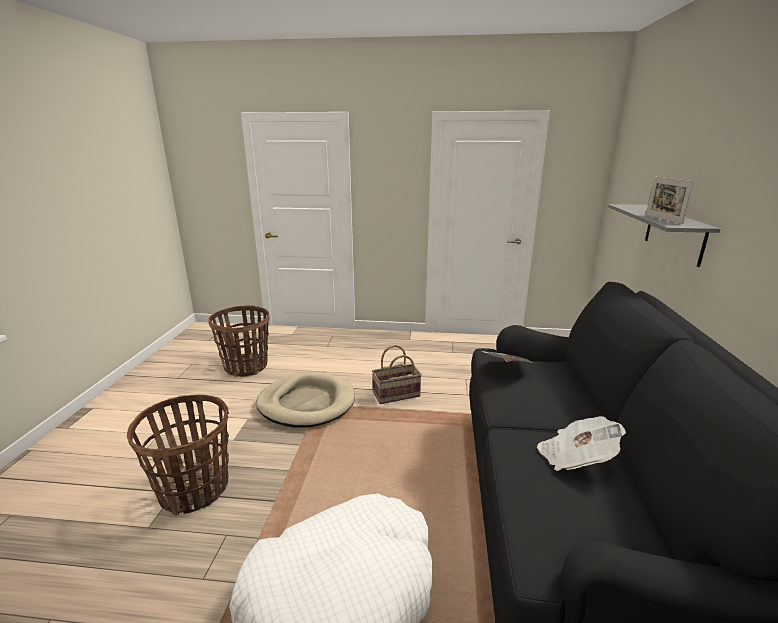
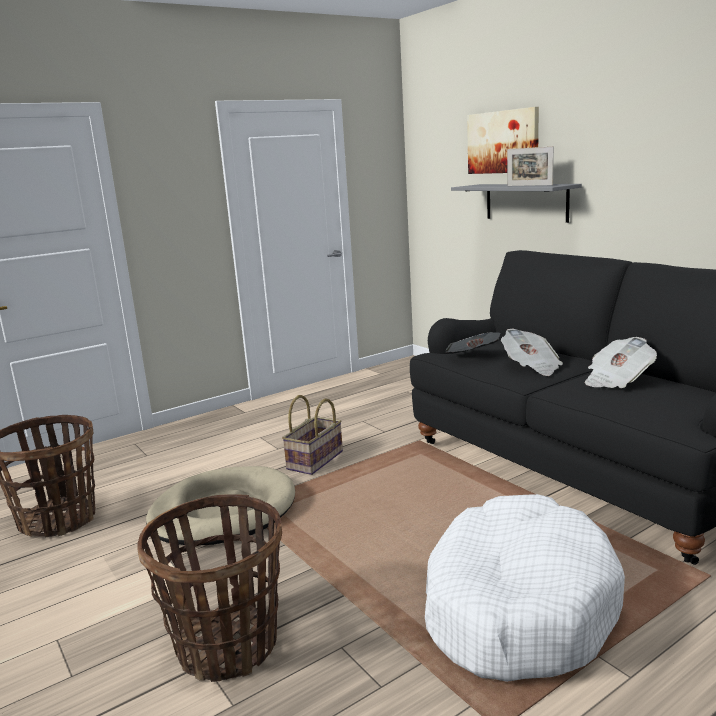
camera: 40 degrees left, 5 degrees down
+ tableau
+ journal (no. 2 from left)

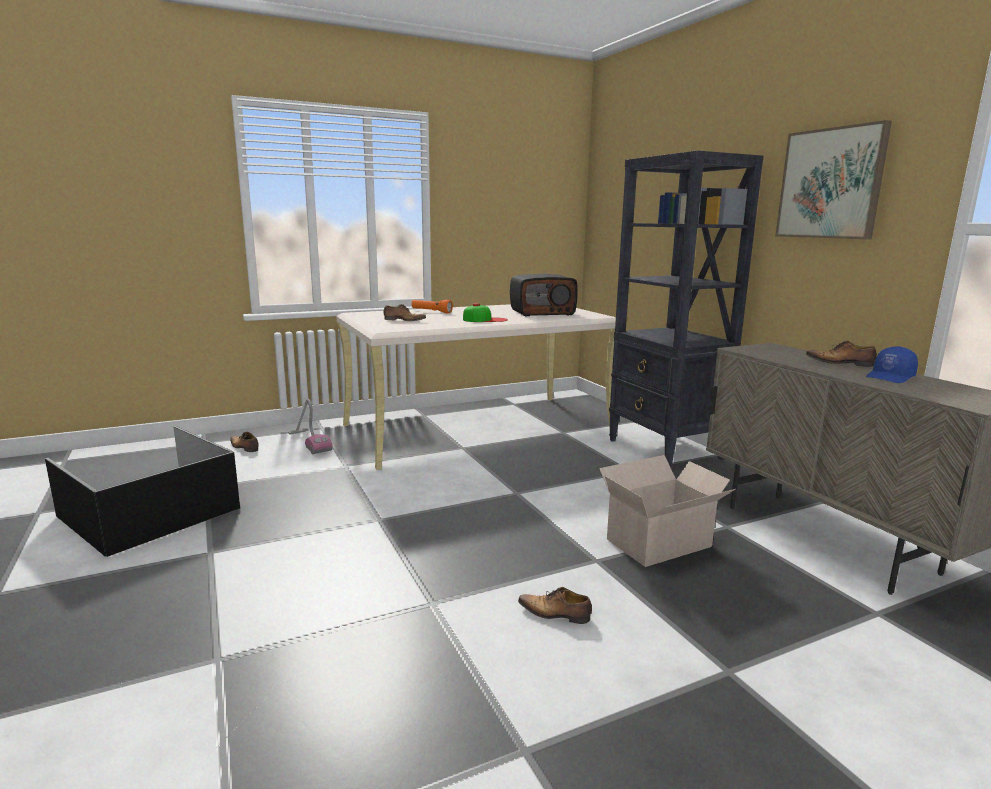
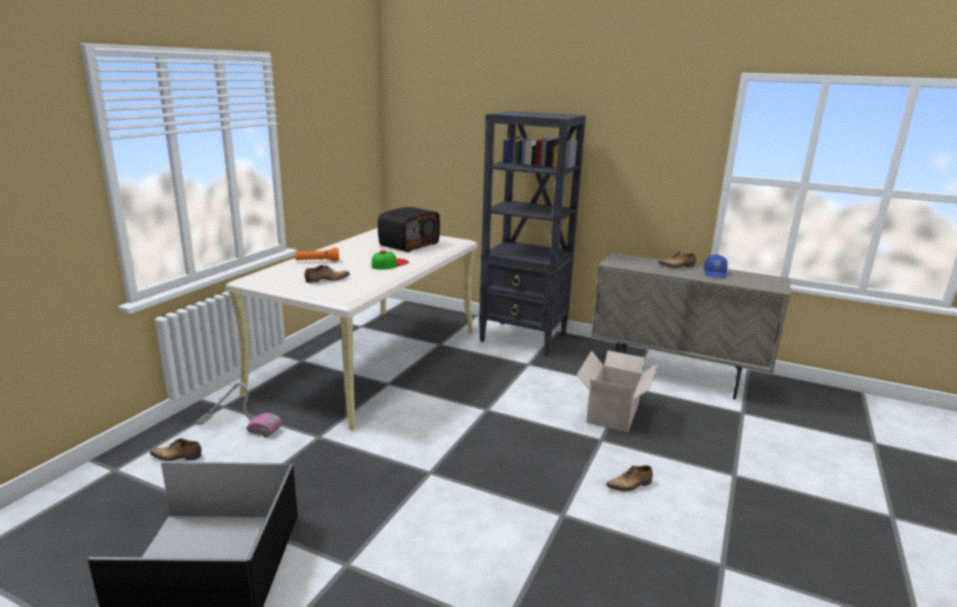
camera: 40 degrees left, 5 degrees up
- tableau

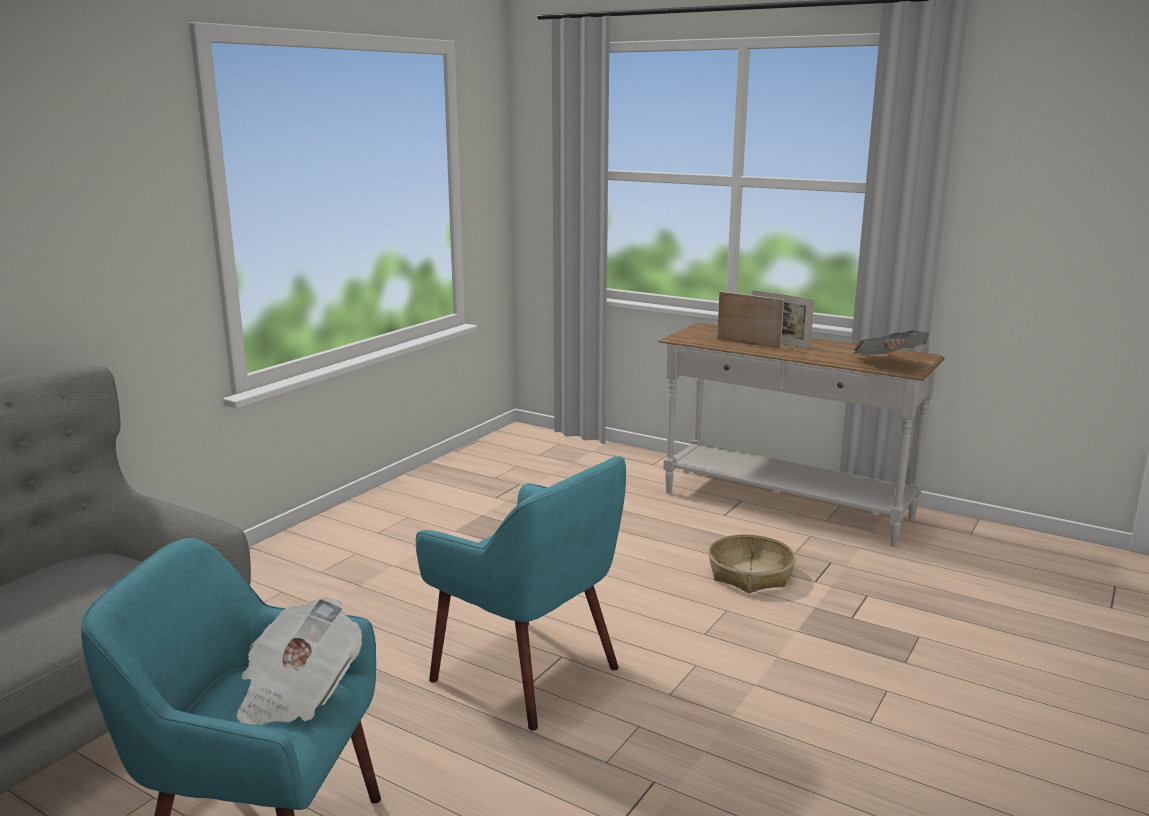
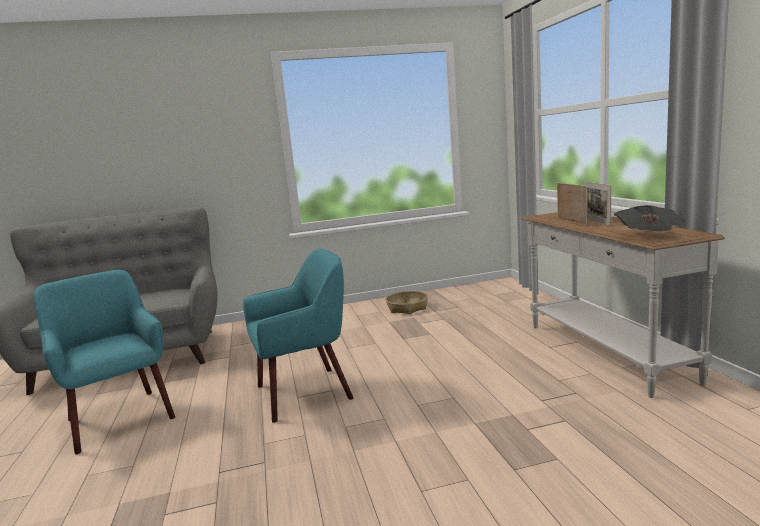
camera: 45 degrees right, 5 degrees down
~ fauteuil/turquoise (no. 2 from left) 105 degrees counterclockwise
~ panier
- journal (no. 1 from left)

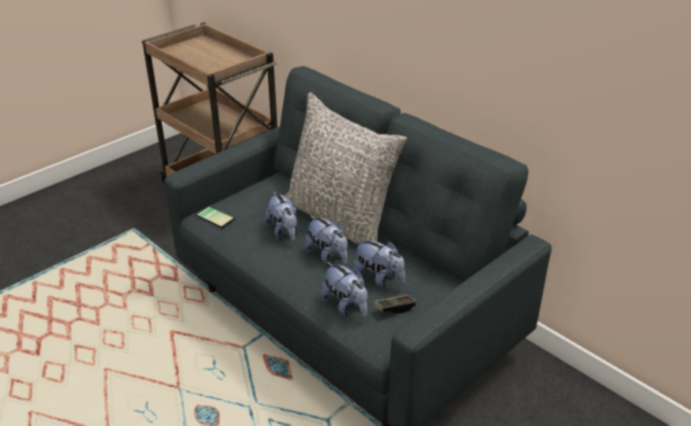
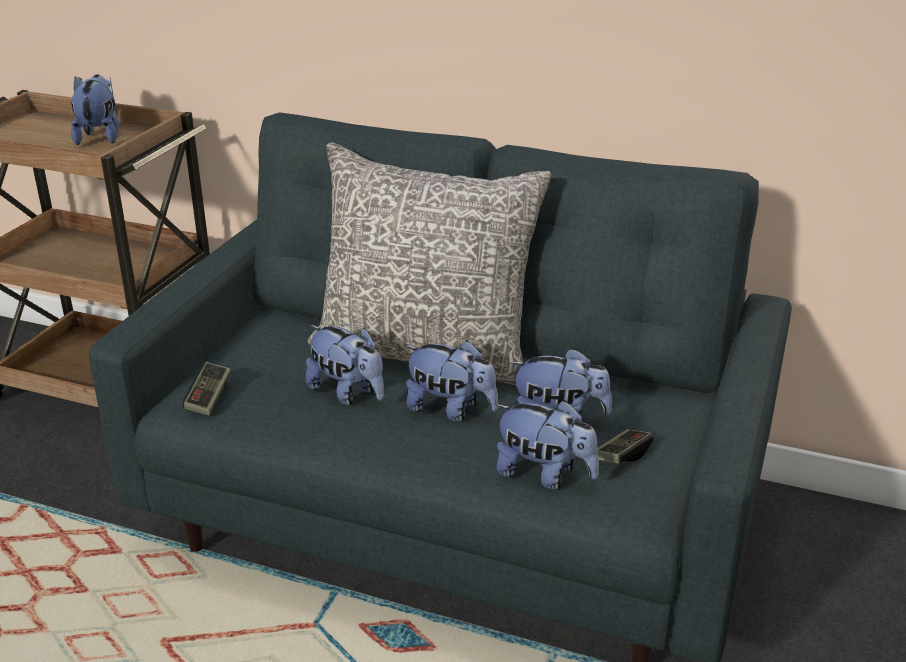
camera: 25 degrees left, 5 degrees down
~ téléphone to manette (no. 1 from left)
+ peluche (no. 1 from left)

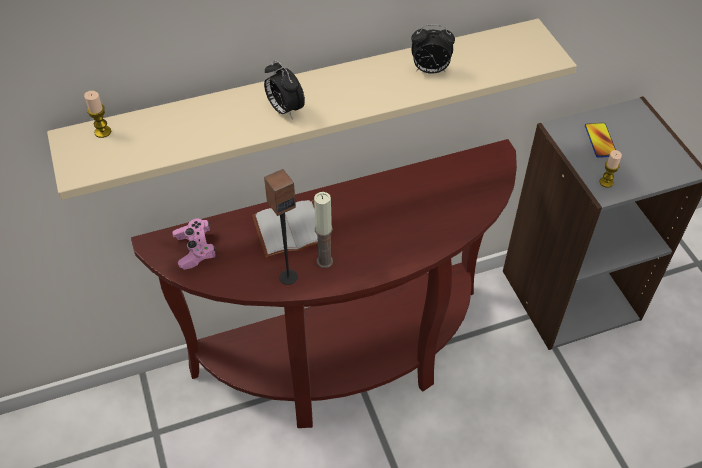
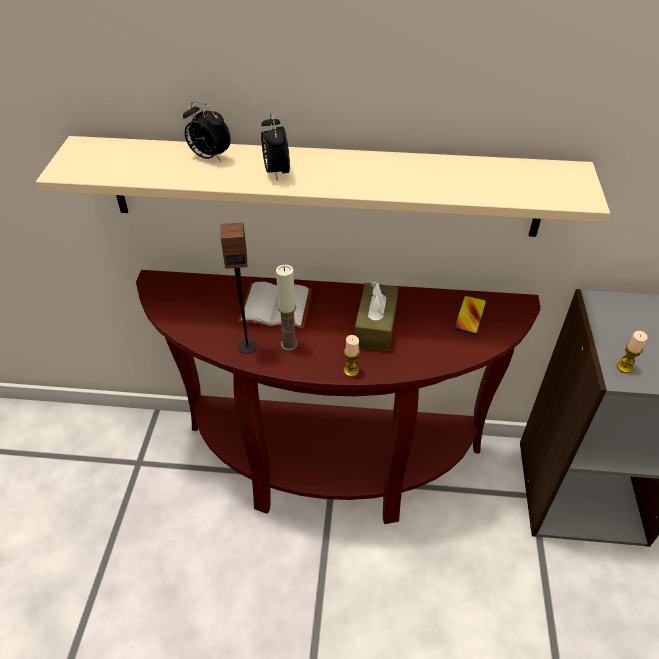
camera: 25 degrees right, 5 degrees down
~ réveil (no. 2 from left in the first image) to réveil (no. 1 from left)
~ bougie (no. 1 from left in the first image) to bougie (no. 2 from left)
~ téléphone
- manette/rose
+ boîte à mouchoirs/marron

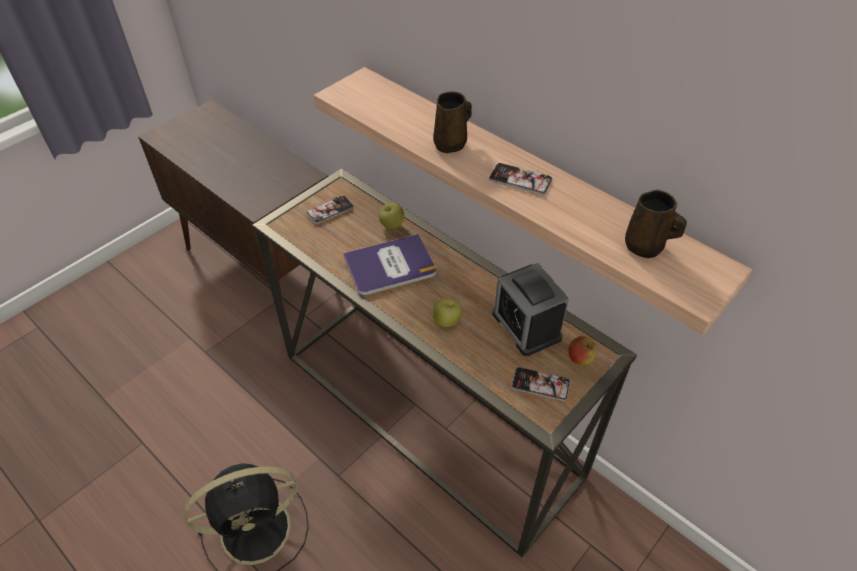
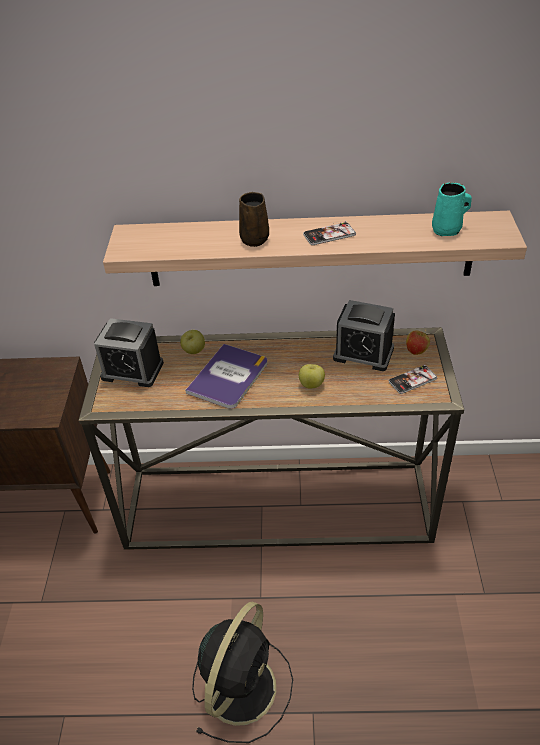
camera: 40 degrees left, 5 degrees down
~ mug/marron (no. 2 from left) to mug/turquoise
~ téléphone (no. 1 from left) to réveil (no. 1 from left)

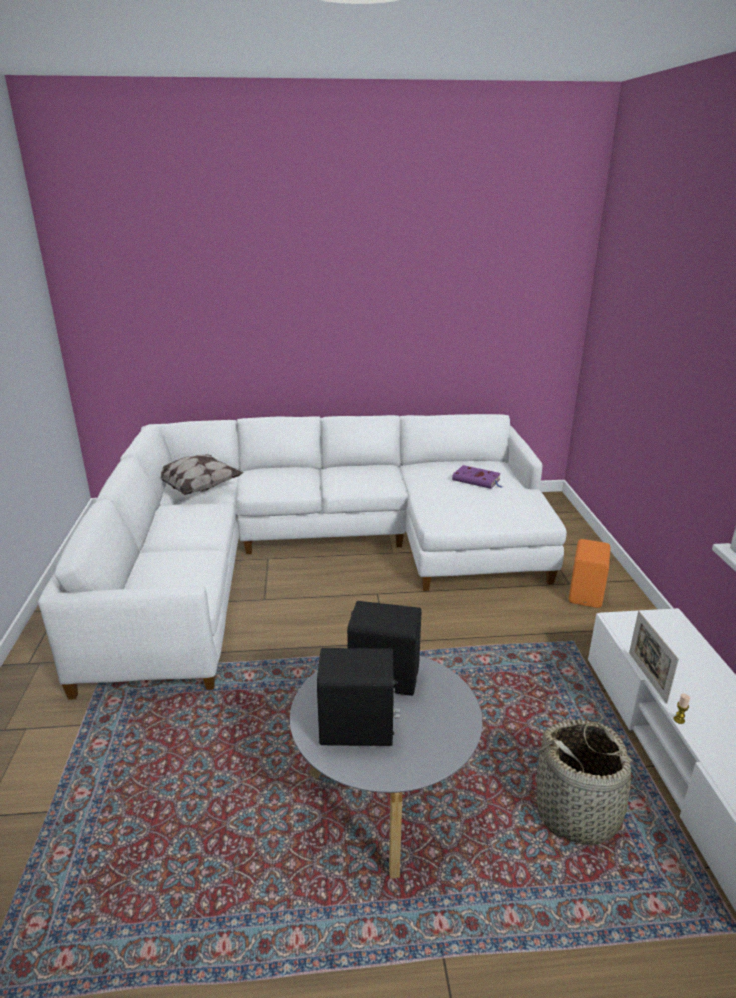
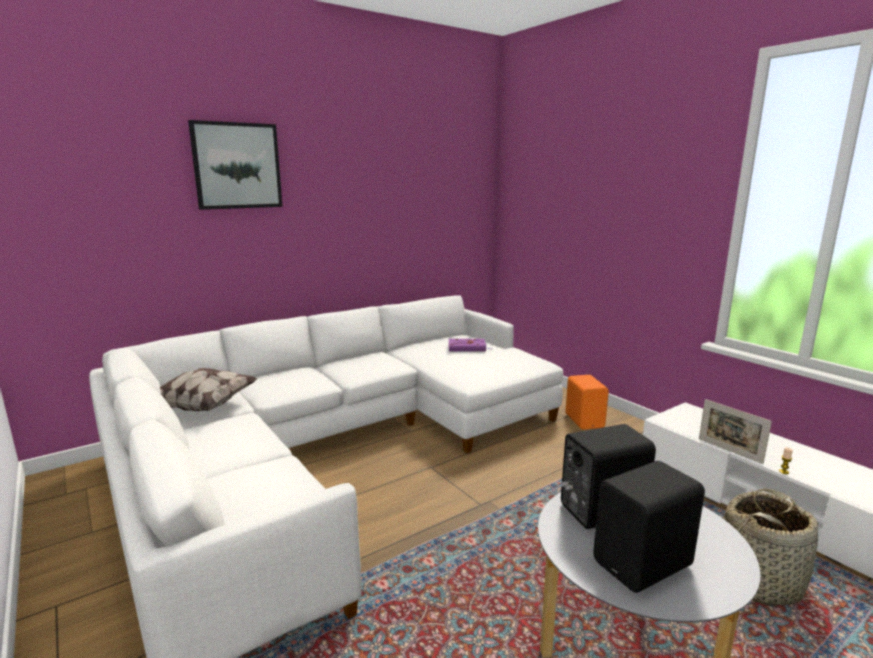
camera: 30 degrees left, 10 degrees down
+ tableau

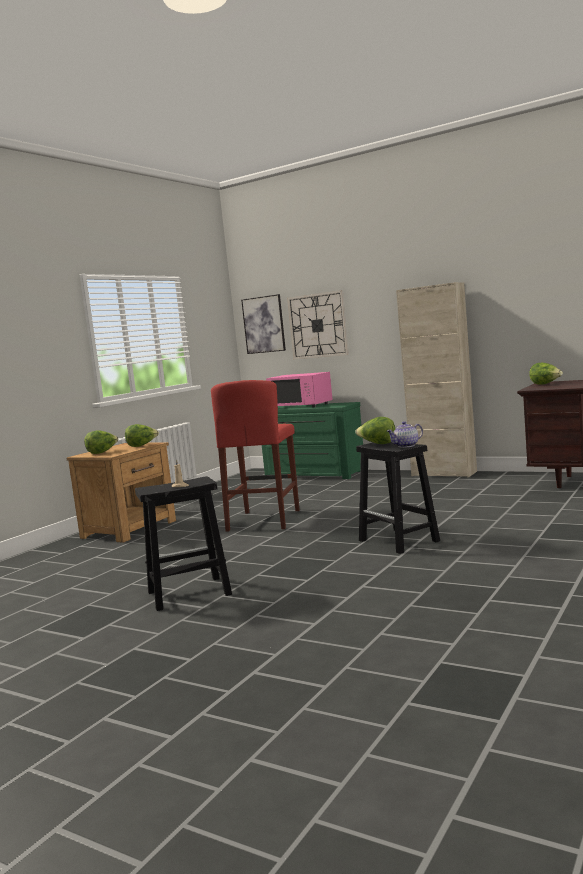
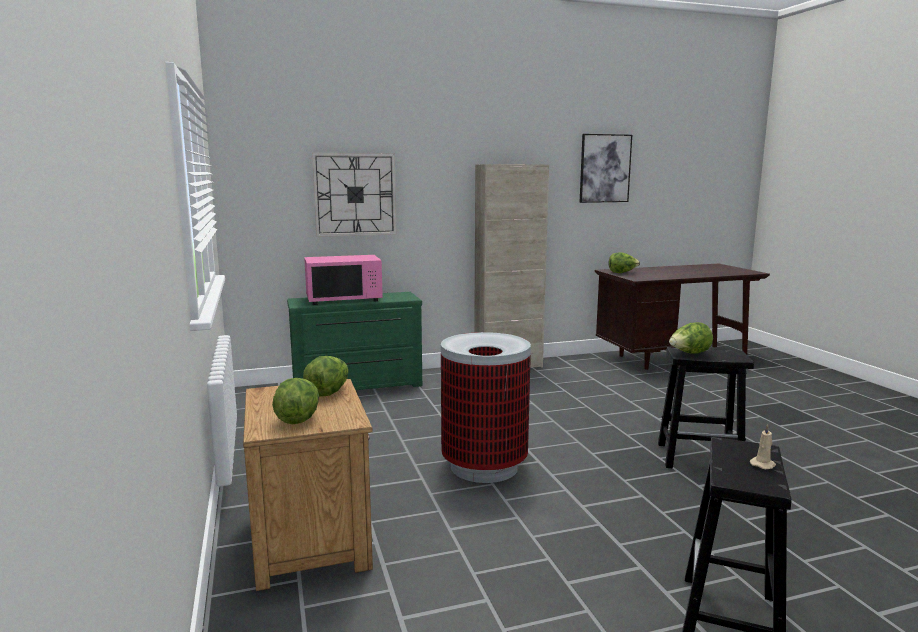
camera: 50 degrees left, 5 degrees up
~ tableau
~ tabouret/rouge to poubelle
- théière

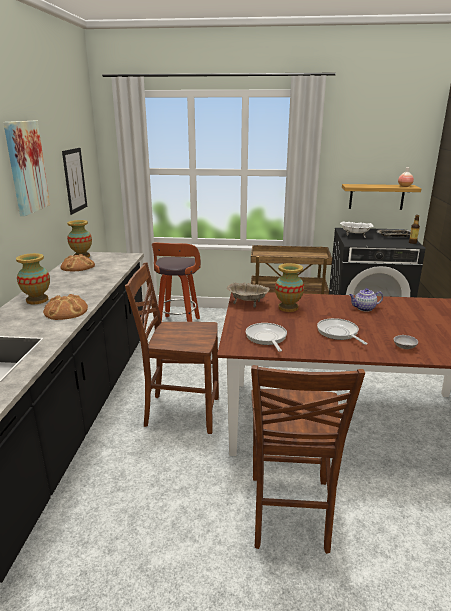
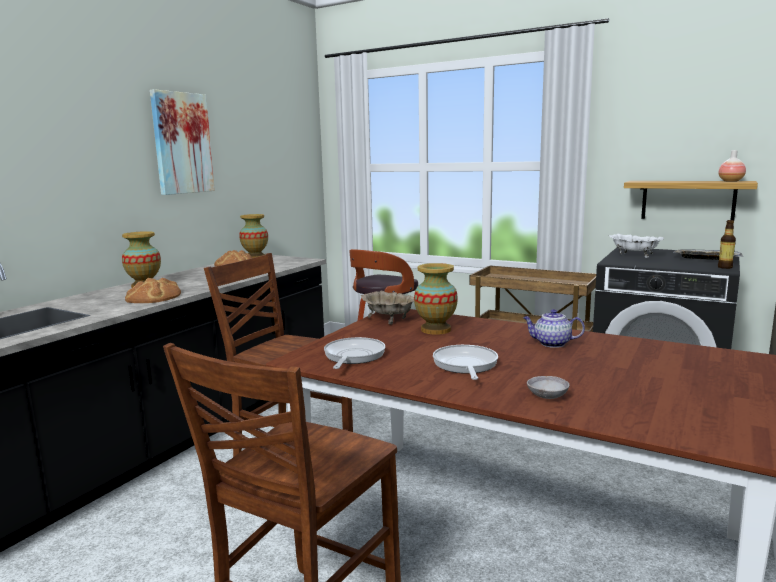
camera: 25 degrees right, 10 degrees down
- tableau (no. 2 from left)

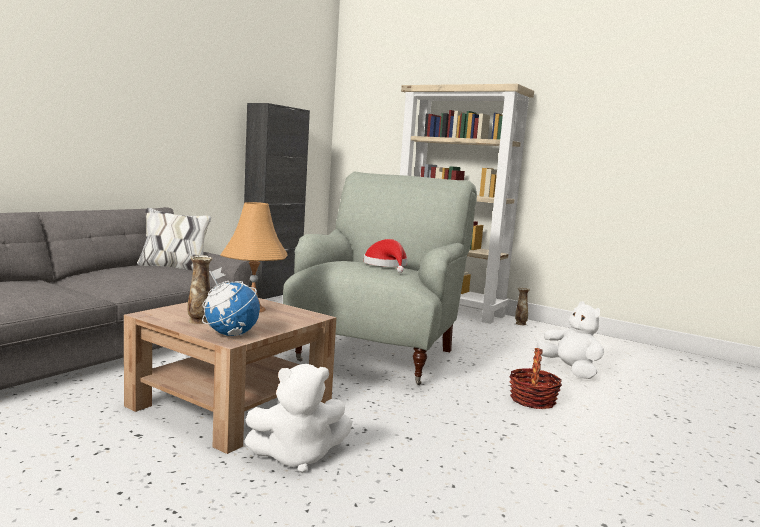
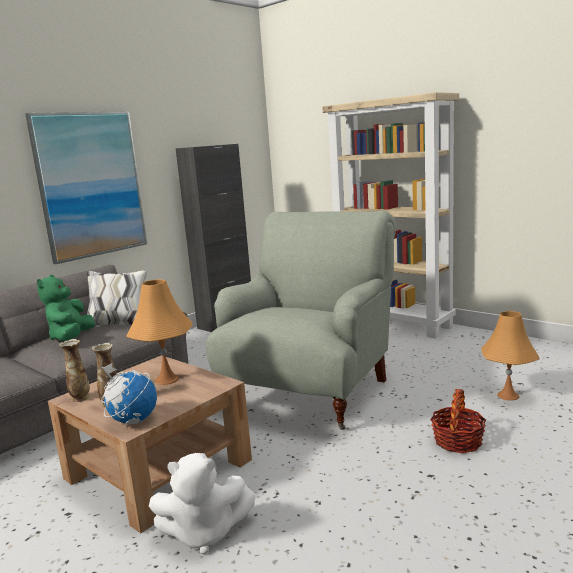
camera: 10 degrees right, 5 degrees up
- chapeau/rouge
~ vase (no. 2 from left in the first image) to vase (no. 1 from left)
~ peluche/blanc (no. 2 from left) to lampe de table/orange (no. 2 from left)
+ tableau
+ peluche/vert

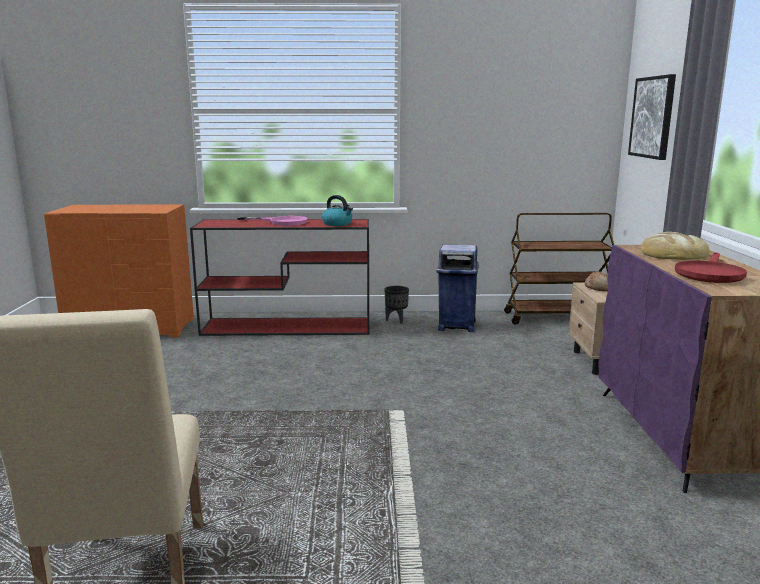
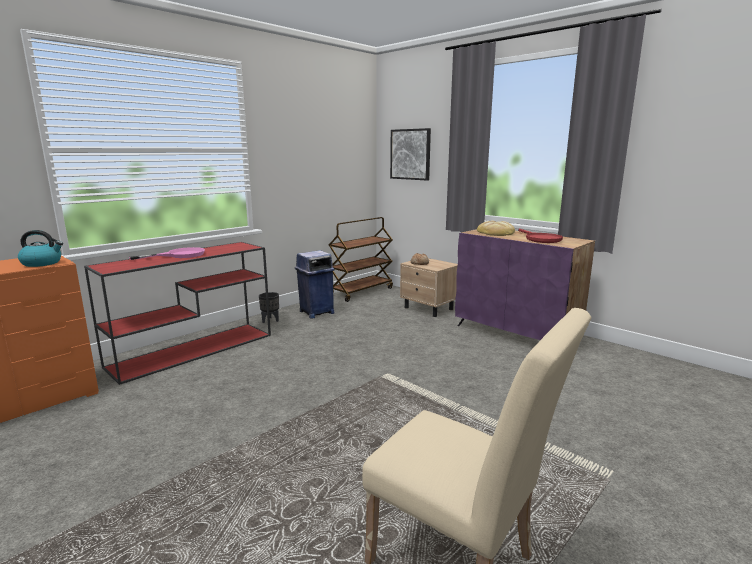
camera: 45 degrees left, 0 degrees up
~ bouilloire

